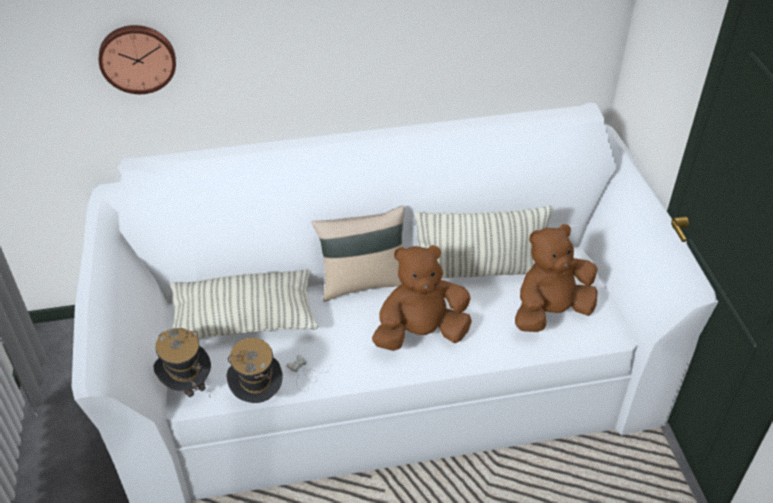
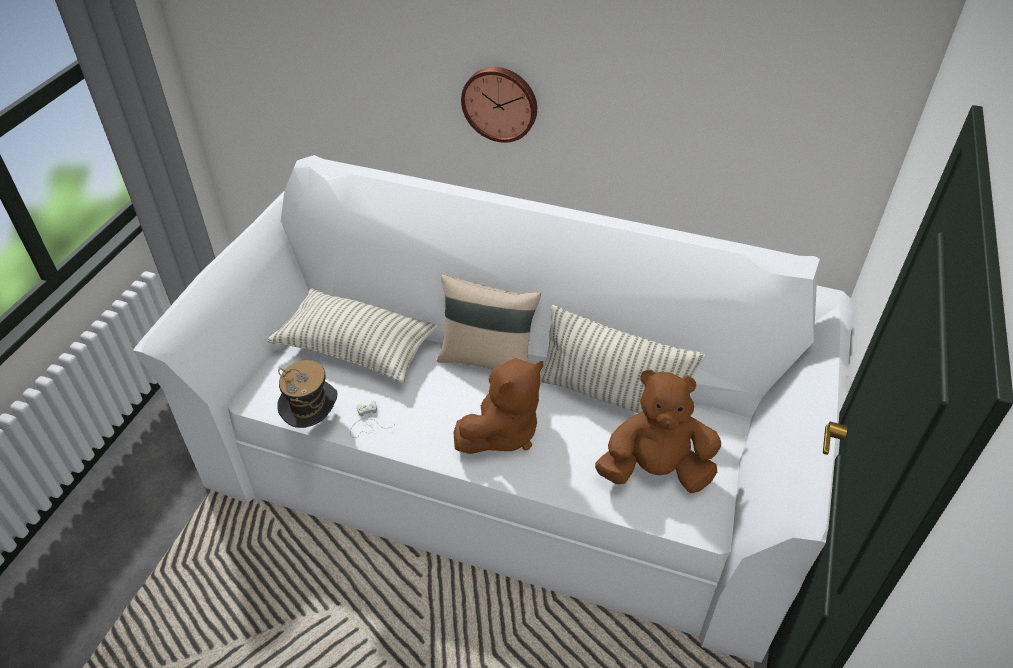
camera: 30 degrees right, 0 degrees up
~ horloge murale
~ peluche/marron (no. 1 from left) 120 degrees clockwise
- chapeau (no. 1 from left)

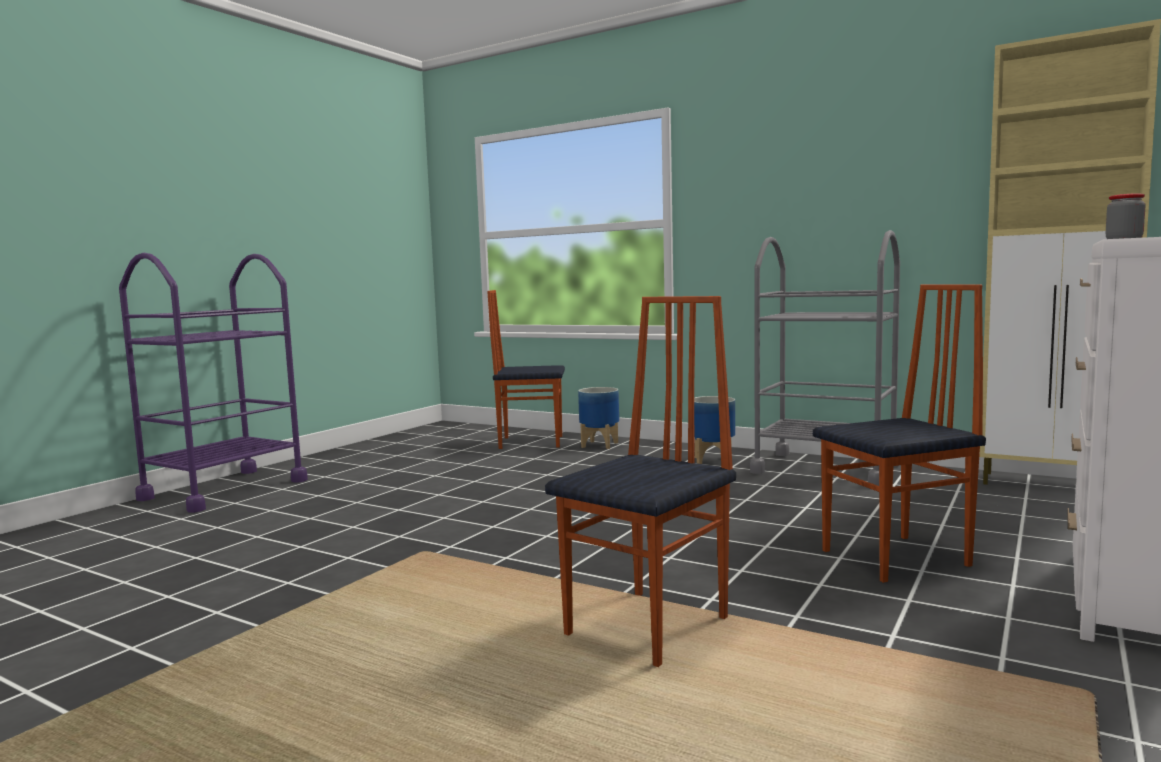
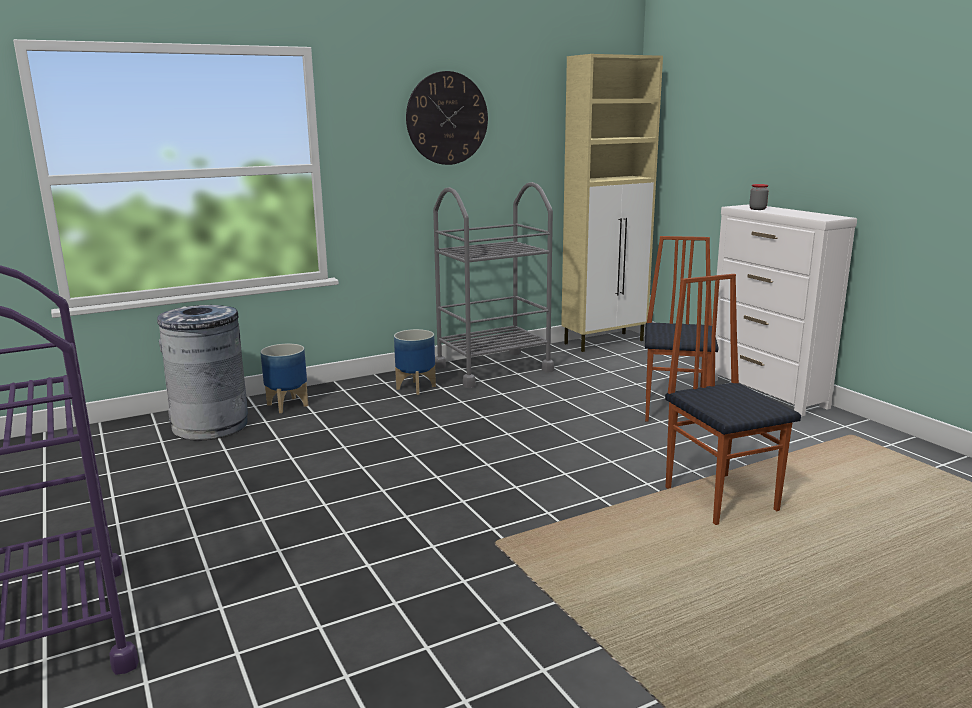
camera: 60 degrees left, 10 degrees up
~ chaise (no. 1 from left) to poubelle/gris
+ horloge murale

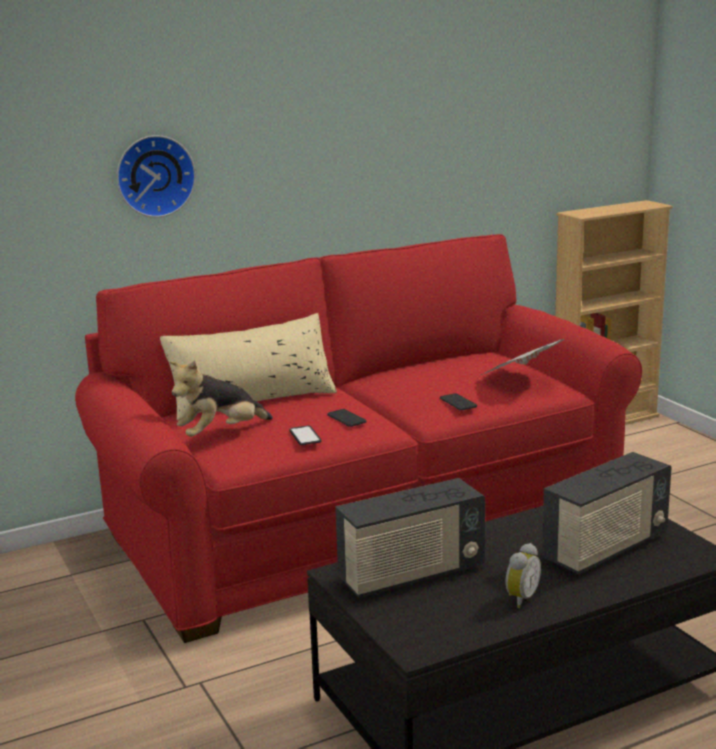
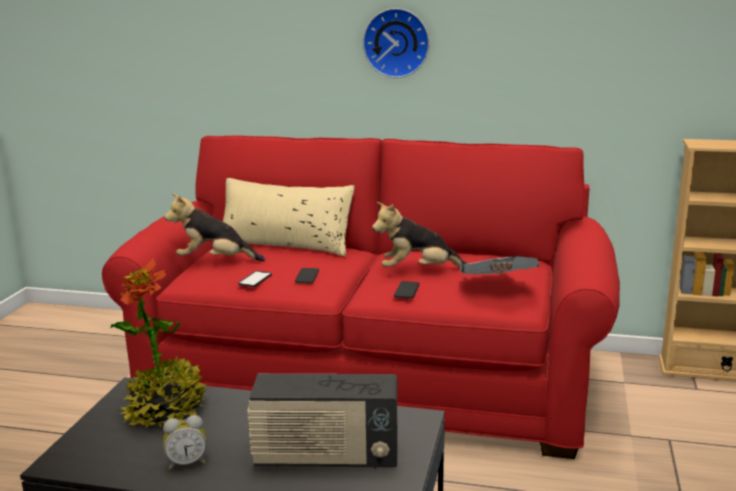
camera: 40 degrees right, 0 degrees up
~ horloge murale
~ radio (no. 1 from left) to plante en pot
+ peluche (no. 2 from left)

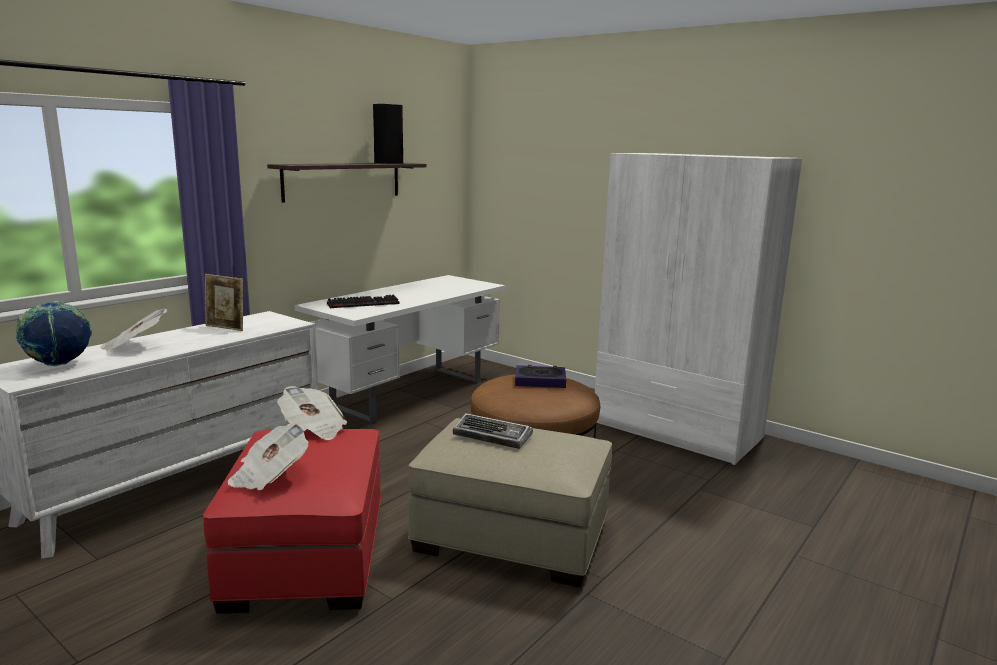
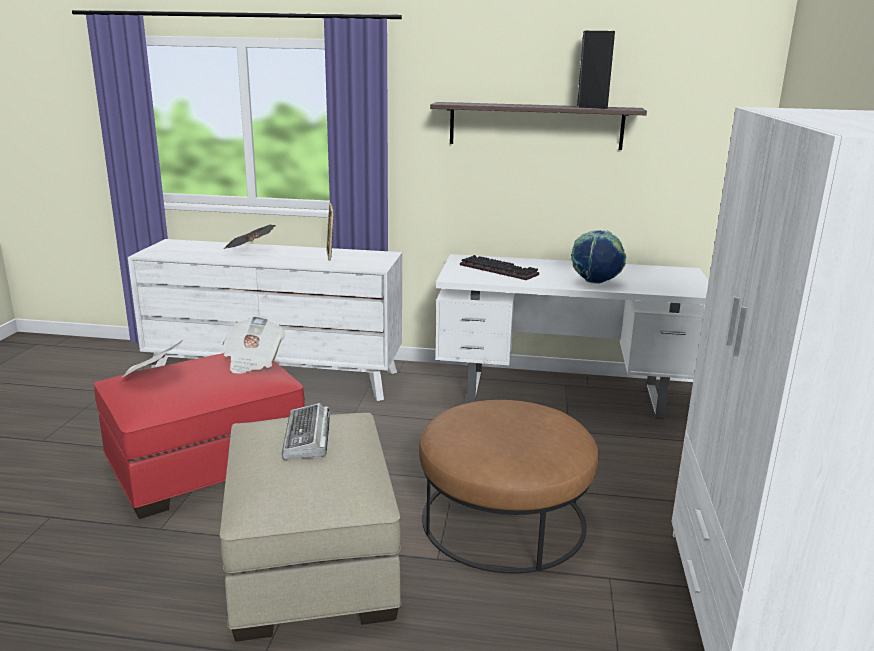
camera: 60 degrees right, 5 degrees up
~ globe
- livre

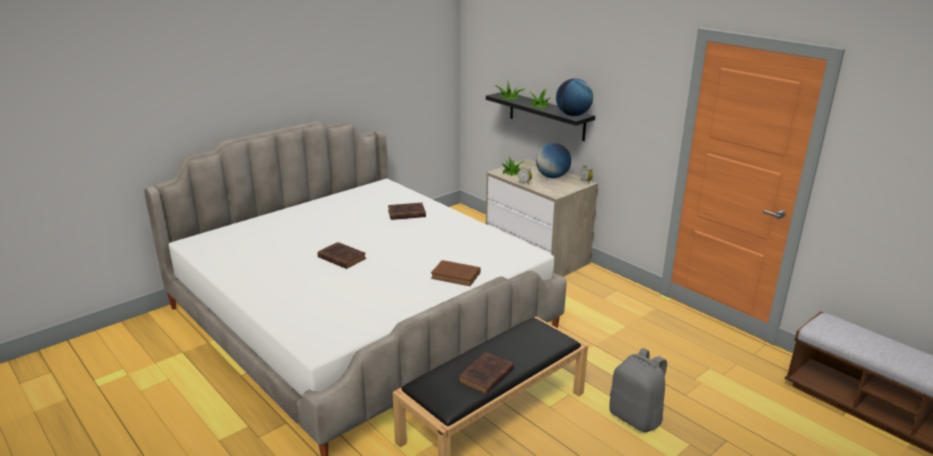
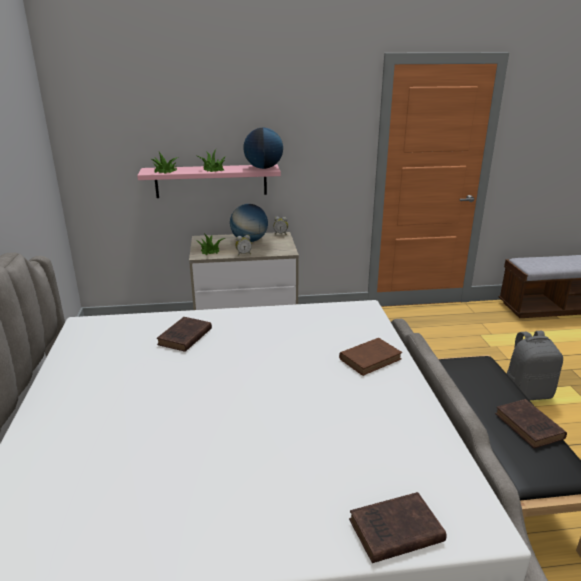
camera: 55 degrees left, 0 degrees up
~ étagère/noir to étagère/rose
~ livre/marron (no. 1 from left in the first image) to livre/marron (no. 3 from left)

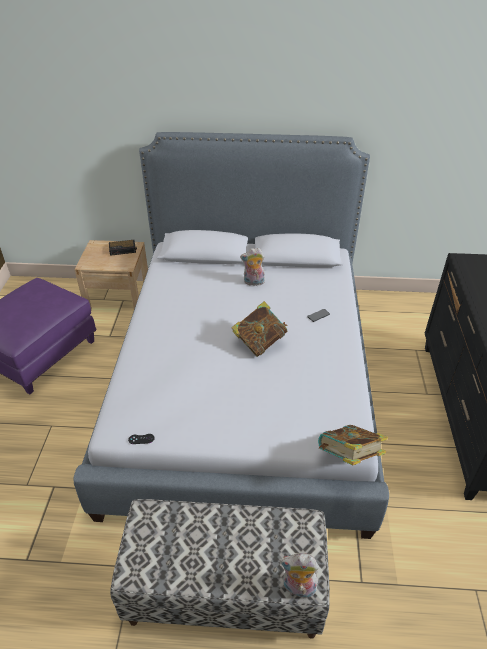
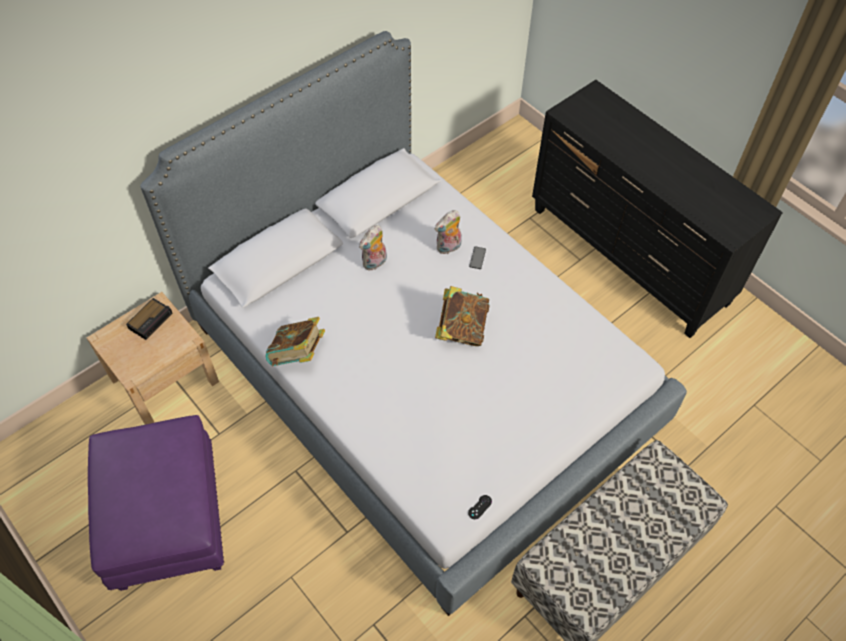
camera: 45 degrees left, 15 degrees up
~ livre (no. 2 from left in the first image) to livre (no. 1 from left)
~ peluche (no. 2 from left)

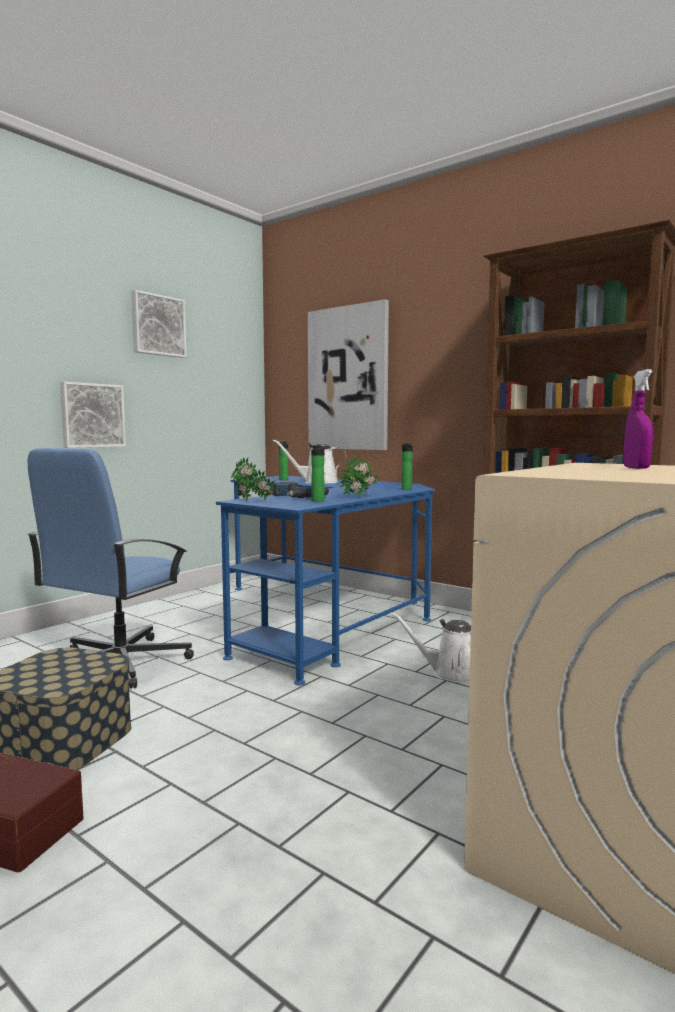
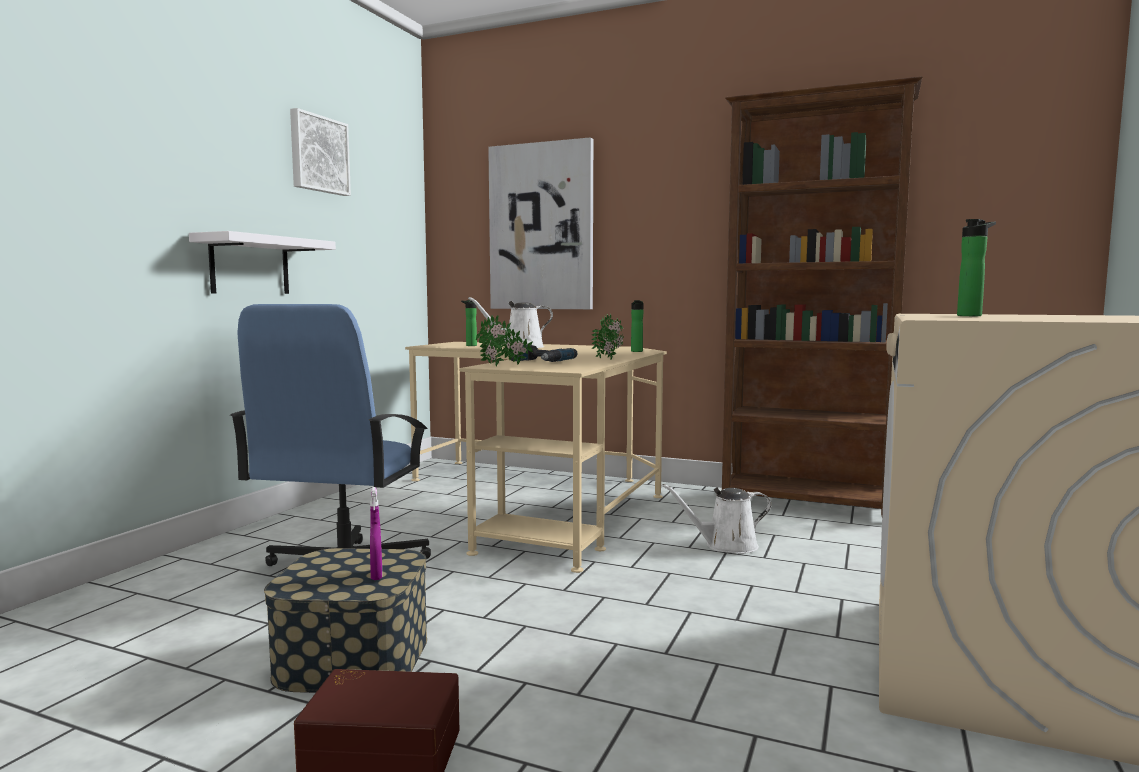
camera: 15 degrees left, 0 degrees up
~ vaporisateur/violet
~ tableau (no. 1 from left) to étagère/blanc
~ bouteille (no. 2 from left in the first image) to bouteille (no. 3 from left)
~ bureau/bleu to bureau/beige

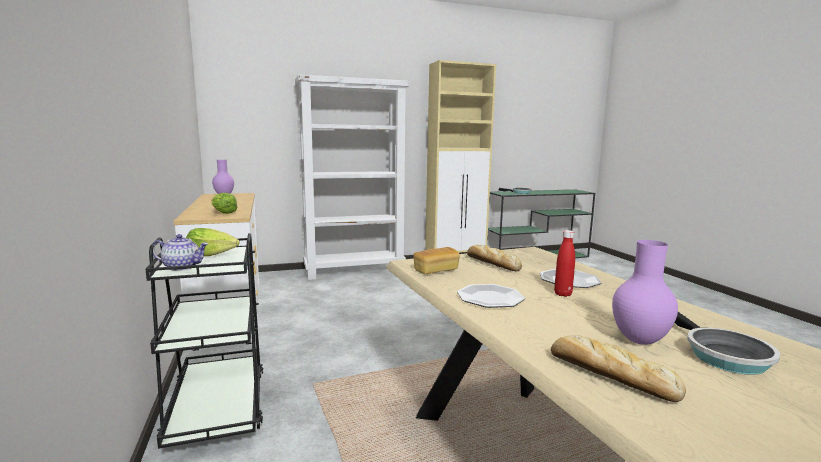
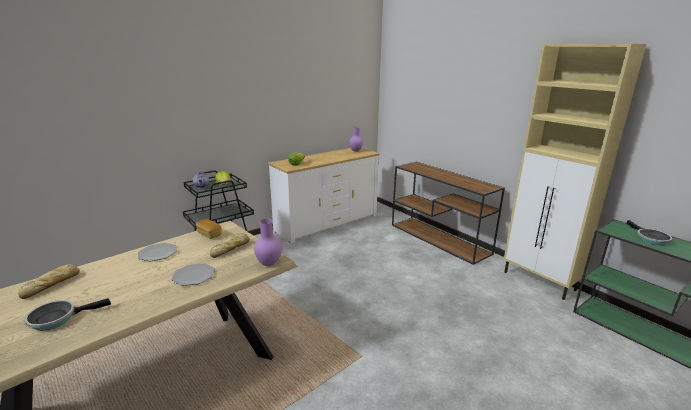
camera: 70 degrees right, 10 degrees up
~ bibliothèque/blanc to table console/marron
- bouteille/rouge
~ vase/violet (no. 2 from left in the first image) to vase/violet (no. 1 from left)

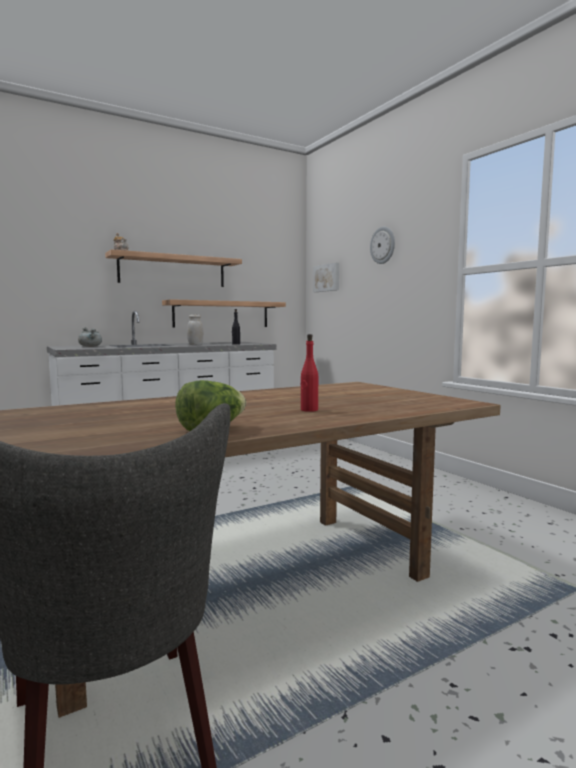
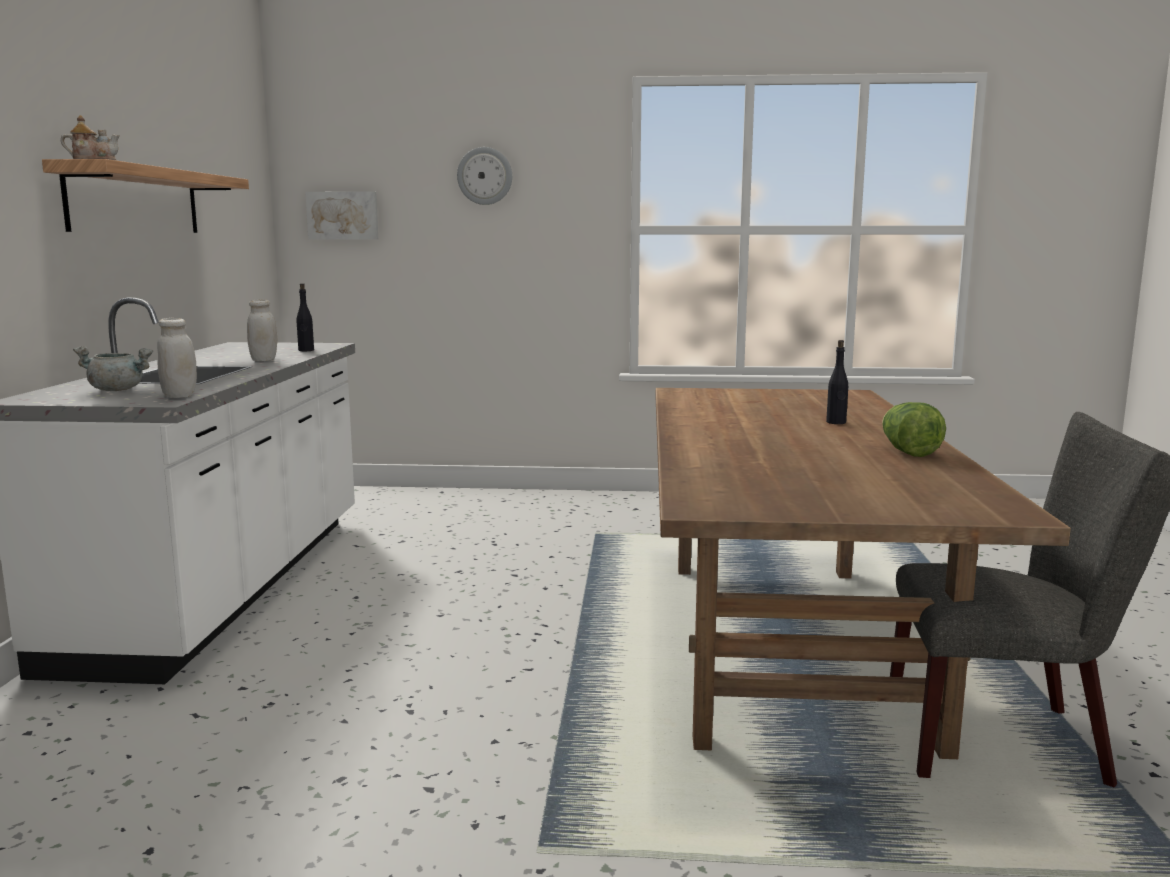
camera: 55 degrees left, 5 degrees up
- étagère (no. 2 from left)
~ bouteille/rouge to bouteille/noir (no. 2 from left)
+ bocal/blanc (no. 1 from left)

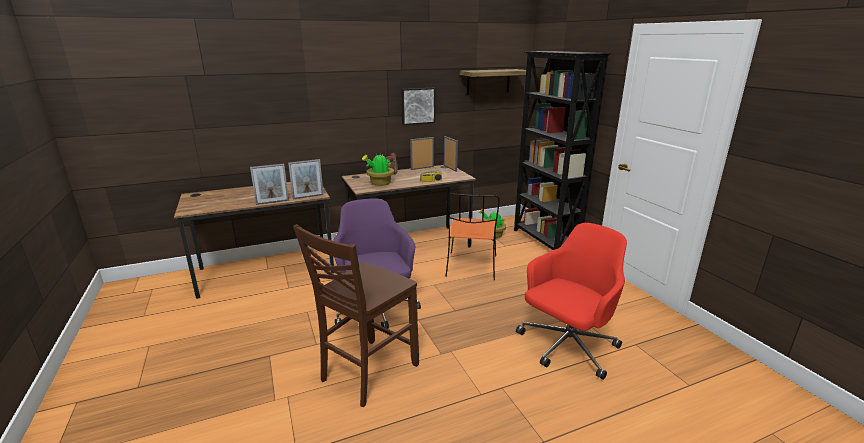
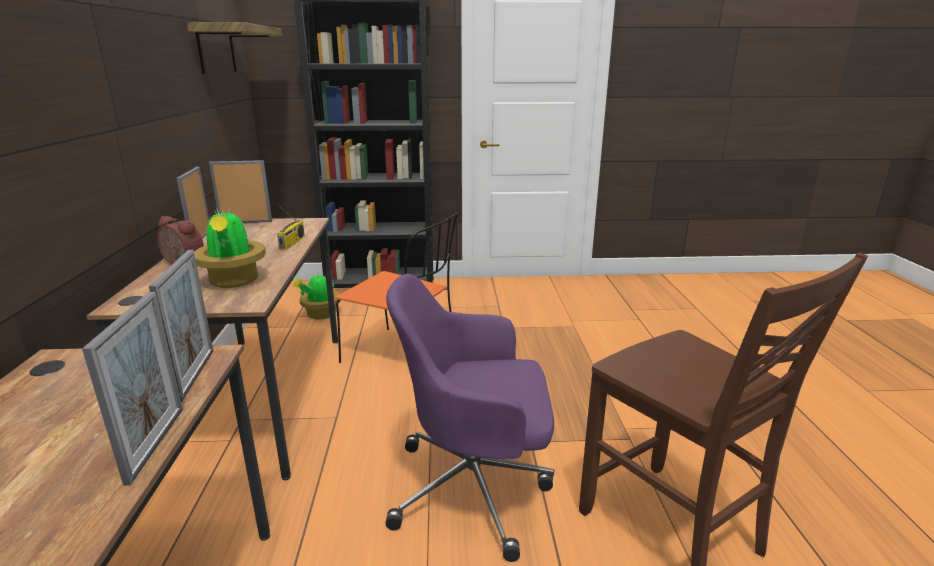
camera: 70 degrees left, 0 degrees up
- tableau
- chaise de bureau/rouge

